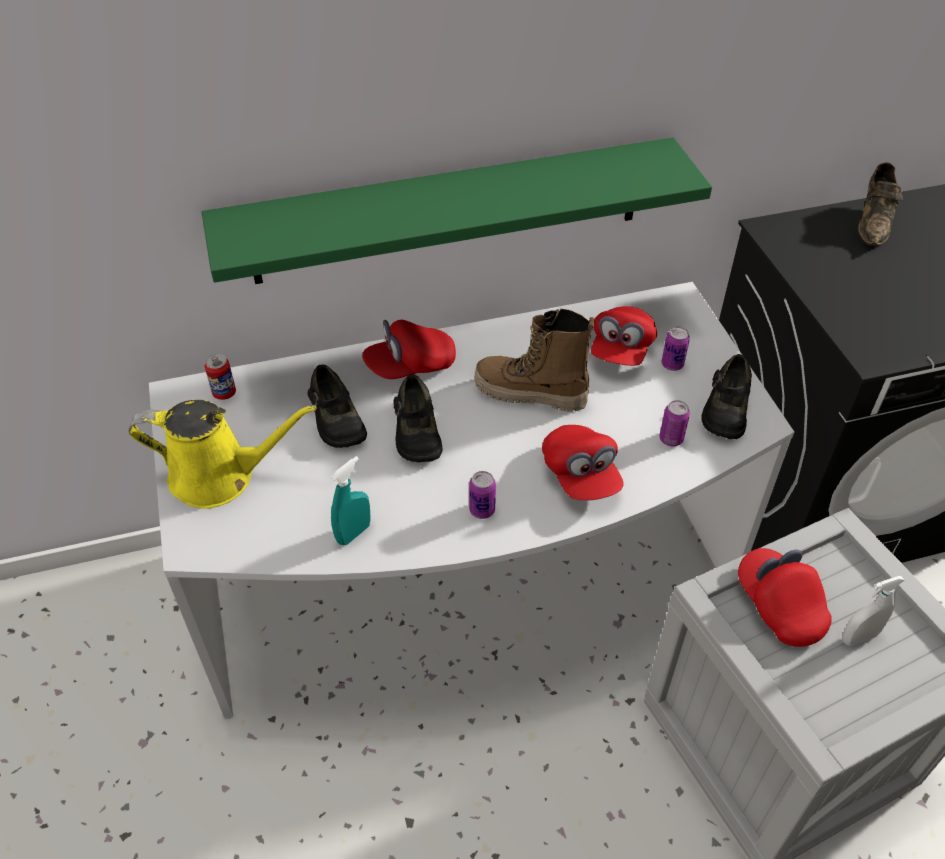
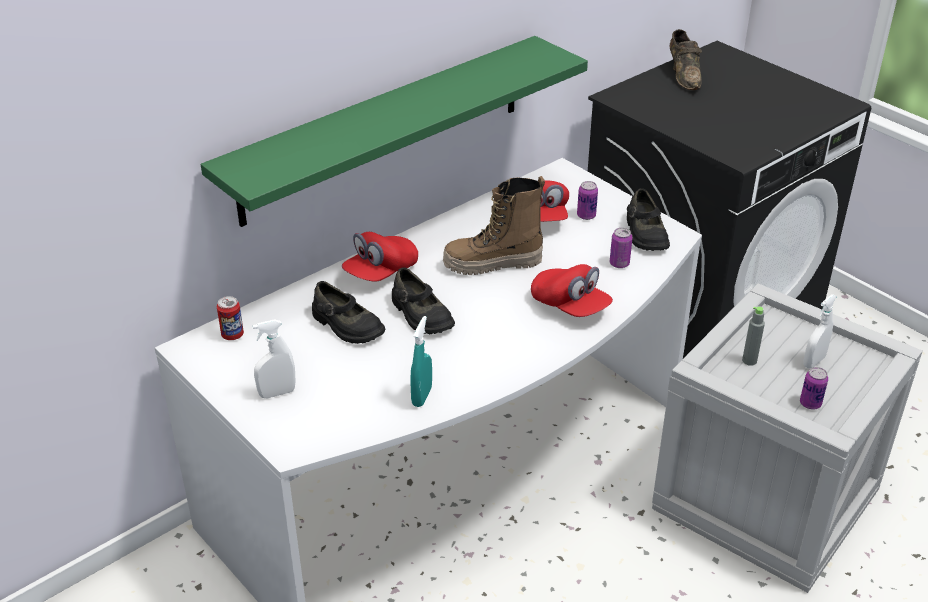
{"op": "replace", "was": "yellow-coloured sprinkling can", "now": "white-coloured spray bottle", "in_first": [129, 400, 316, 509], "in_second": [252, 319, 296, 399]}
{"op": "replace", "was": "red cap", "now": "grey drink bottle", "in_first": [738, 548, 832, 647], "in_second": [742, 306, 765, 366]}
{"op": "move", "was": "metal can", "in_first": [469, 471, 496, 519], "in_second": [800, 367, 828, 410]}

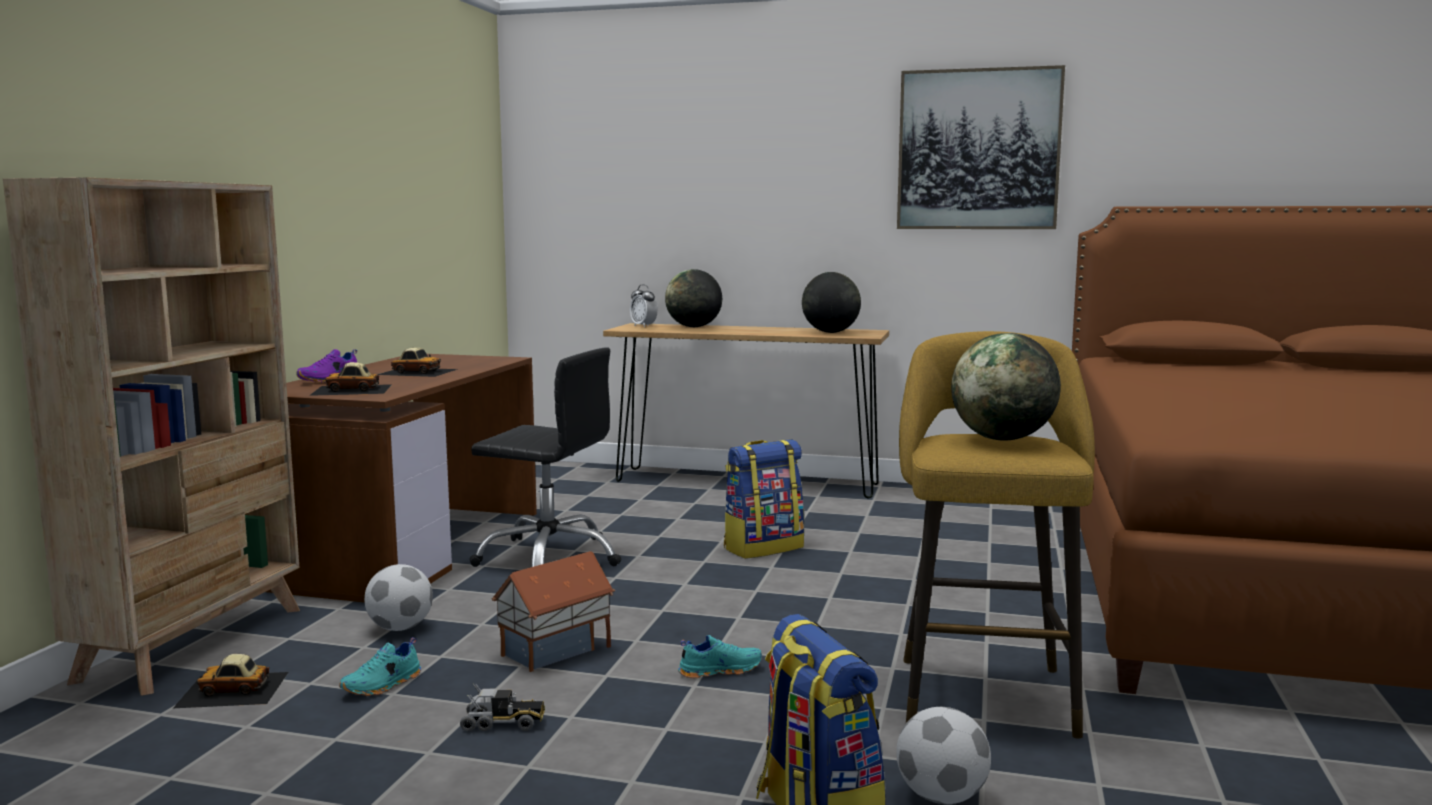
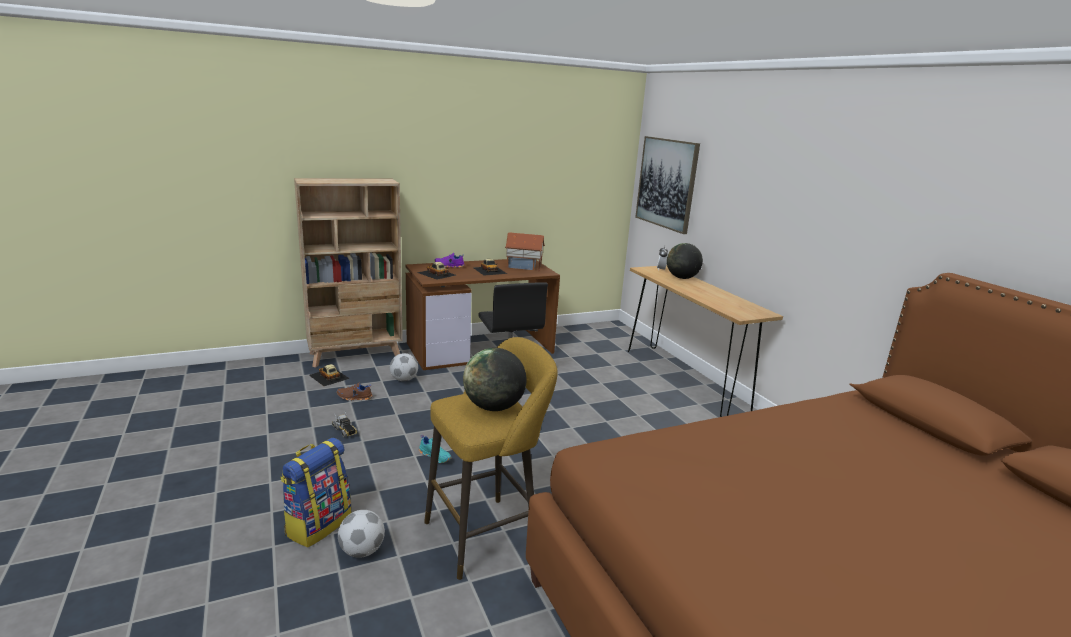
{"op": "recolor", "was": "turquoise shoe", "now": "brown-coloured shoe", "in_first": [339, 637, 421, 696], "in_second": [337, 383, 373, 400]}
{"op": "move", "was": "miniature house", "in_first": [491, 551, 615, 672], "in_second": [505, 232, 545, 271]}
{"op": "move", "was": "wall art", "in_first": [897, 65, 1065, 229], "in_second": [635, 136, 700, 234]}
{"op": "delete", "was": "backpack", "in_first": [724, 440, 804, 559]}
{"op": "delete", "was": "world globe", "in_first": [802, 272, 861, 333]}

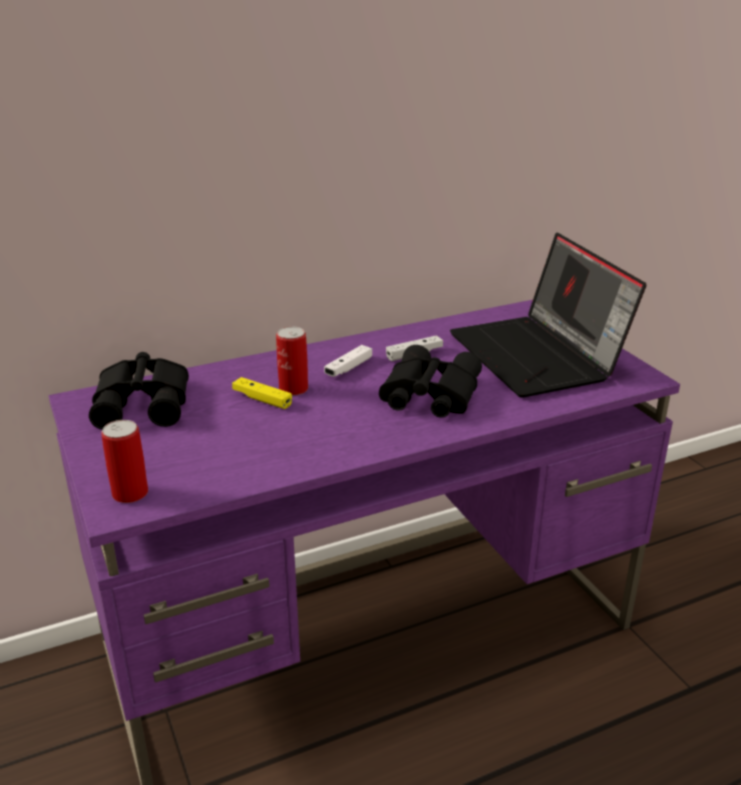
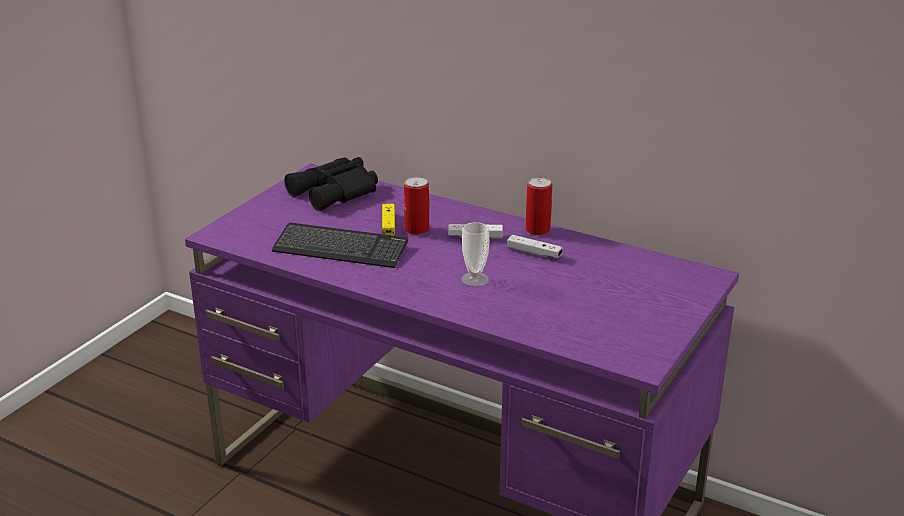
{"op": "insert", "now": "keyboard", "in_second": [272, 223, 408, 268]}
{"op": "replace", "was": "blackish field glasses", "now": "small cup", "in_first": [379, 345, 482, 418], "in_second": [461, 222, 489, 287]}
{"op": "move", "was": "metal can", "in_first": [101, 420, 148, 503], "in_second": [526, 177, 552, 236]}
{"op": "delete", "was": "notebook computer", "in_first": [450, 232, 646, 398]}

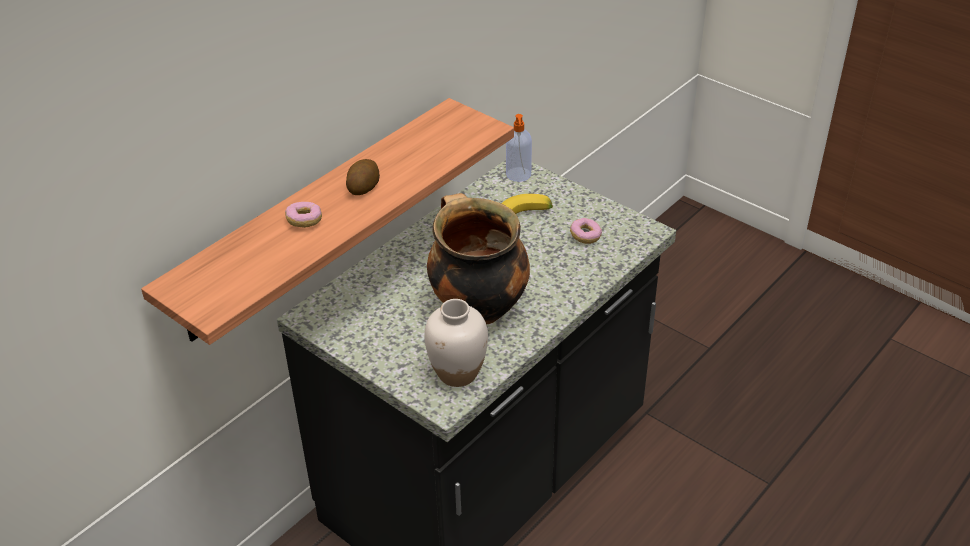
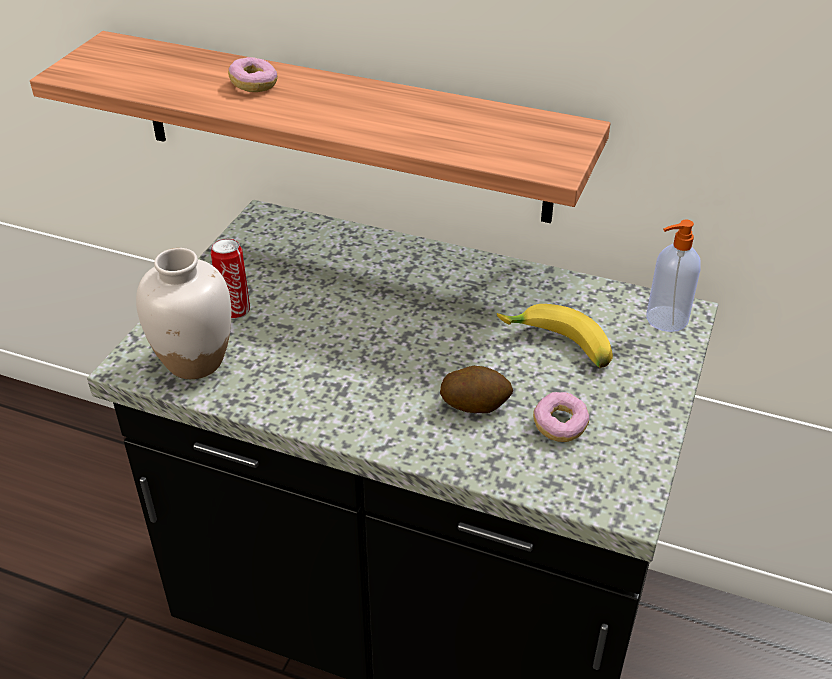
{"op": "insert", "now": "metal can", "in_second": [211, 238, 250, 319]}
{"op": "move", "was": "potato", "in_first": [346, 159, 380, 195], "in_second": [440, 366, 513, 413]}
{"op": "delete", "was": "saucepot", "in_first": [427, 193, 530, 324]}

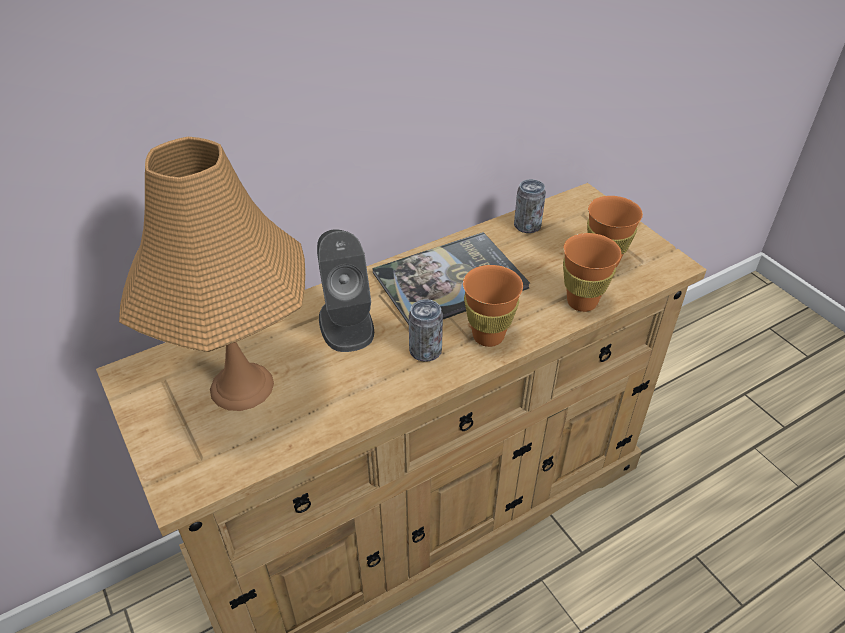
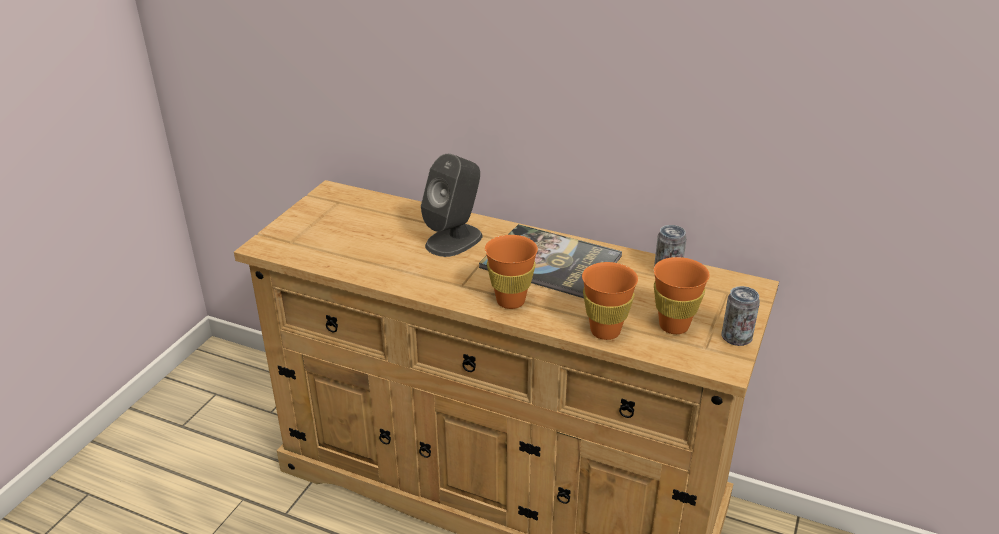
{"op": "move", "was": "metal can", "in_first": [409, 299, 443, 362], "in_second": [721, 286, 760, 346]}
{"op": "delete", "was": "orange-coloured tabletop lamp", "in_first": [119, 137, 305, 411]}

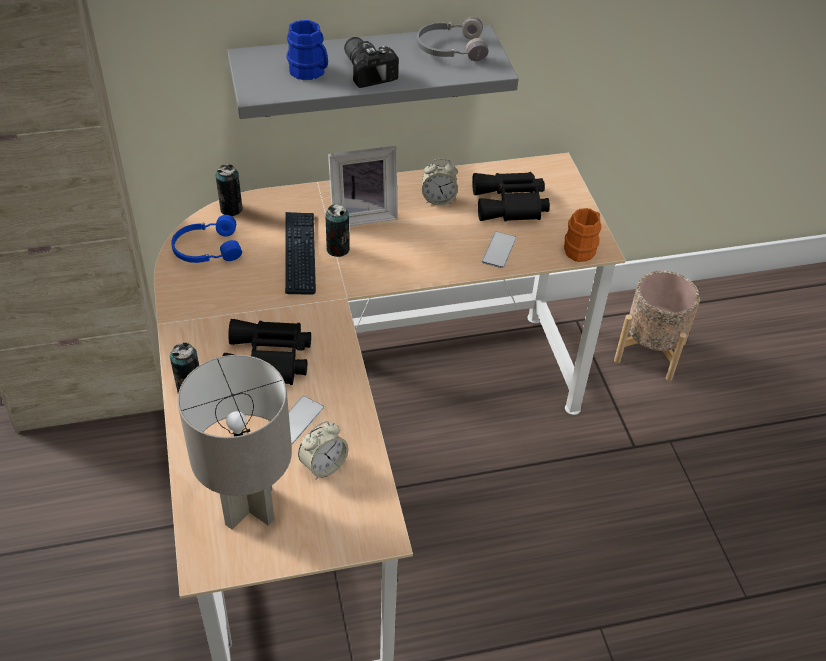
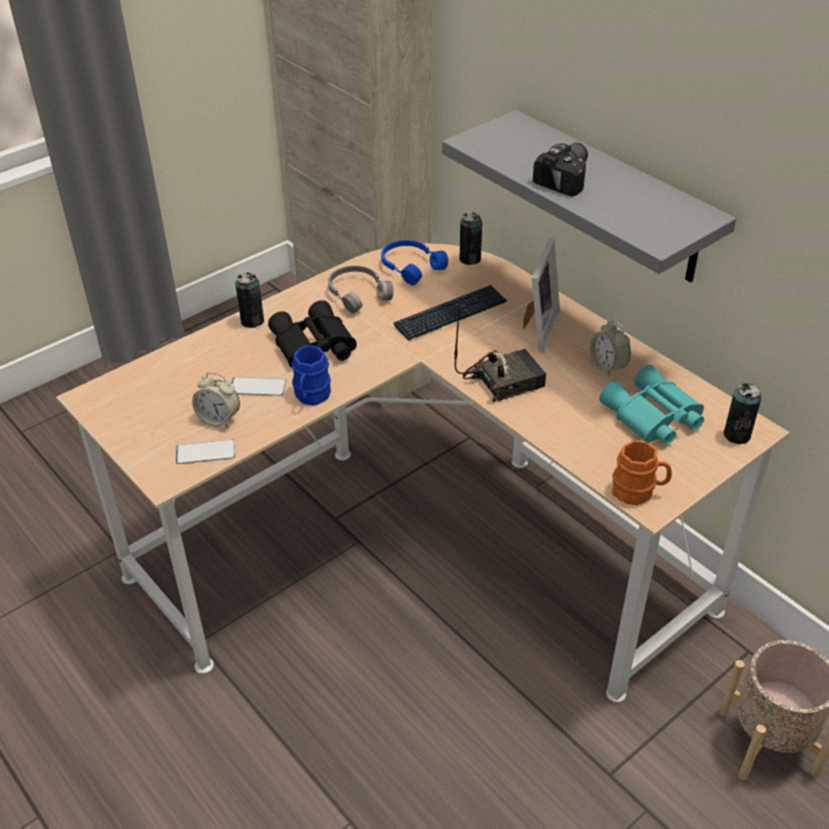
{"op": "move", "was": "telephone", "in_first": [482, 232, 516, 268], "in_second": [176, 439, 235, 464]}
{"op": "move", "was": "blue-coloured mug", "in_first": [286, 20, 328, 80], "in_second": [292, 345, 331, 406]}
{"op": "move", "was": "grey headphones", "in_first": [417, 17, 489, 61], "in_second": [328, 266, 394, 314]}
{"op": "insert", "now": "radio set", "in_second": [454, 300, 546, 402]}
{"op": "rotate", "was": "picture frame", "in_first": [328, 146, 397, 226], "in_second": [523, 239, 560, 353], "clockwise": -120}
{"op": "recolor", "was": "blackish field glasses", "now": "turquoise field glasses", "in_first": [472, 172, 550, 221], "in_second": [599, 365, 704, 445]}
{"op": "move", "was": "metal can", "in_first": [325, 204, 349, 257], "in_second": [723, 383, 761, 444]}
{"op": "delete", "was": "grey tabletop lamp", "in_first": [178, 355, 292, 530]}

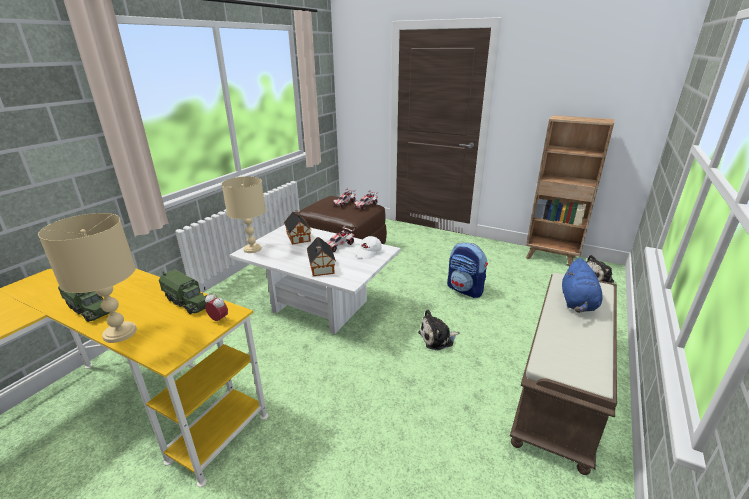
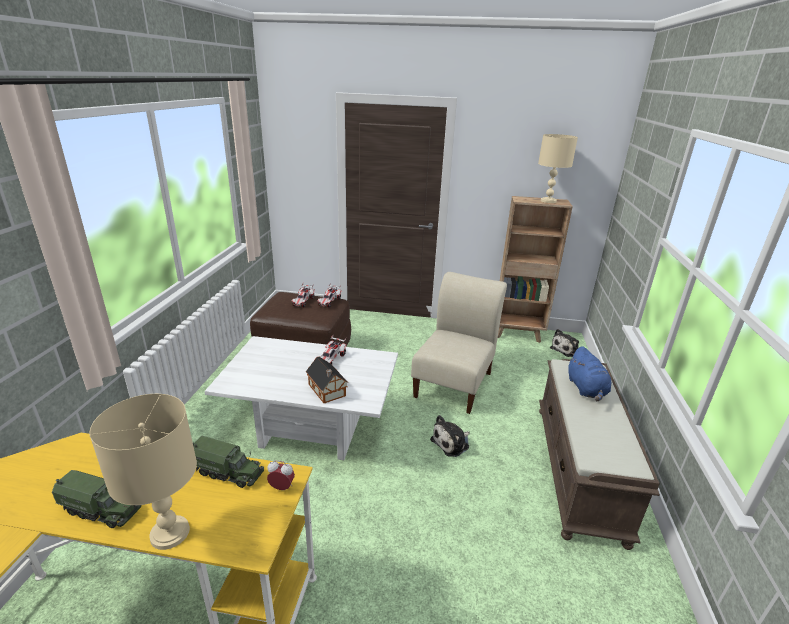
{"op": "replace", "was": "backpack", "now": "sand-coloured upright chair", "in_first": [447, 243, 488, 298], "in_second": [411, 272, 507, 414]}
{"op": "move", "was": "sand-coloured tabletop lamp", "in_first": [222, 176, 266, 253], "in_second": [538, 134, 578, 203]}
{"op": "delete", "was": "miniature house", "in_first": [284, 210, 311, 245]}
{"op": "delete", "was": "white-coloured cap", "in_first": [355, 236, 382, 259]}

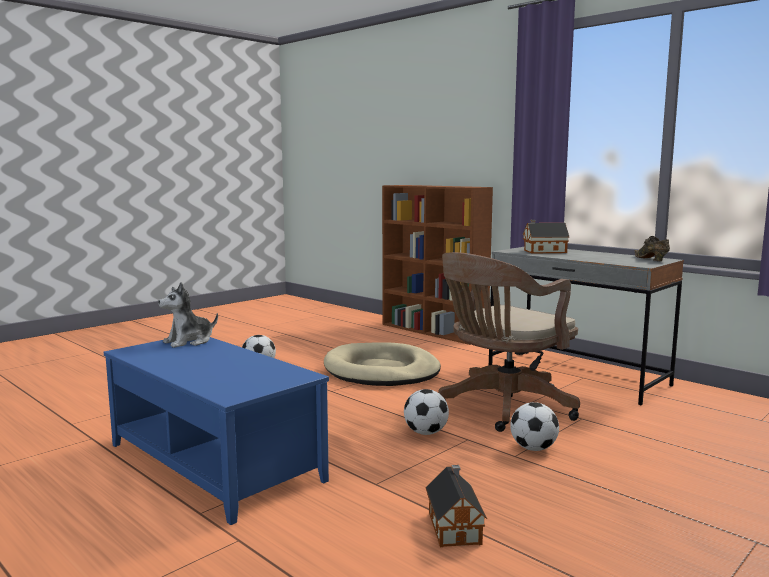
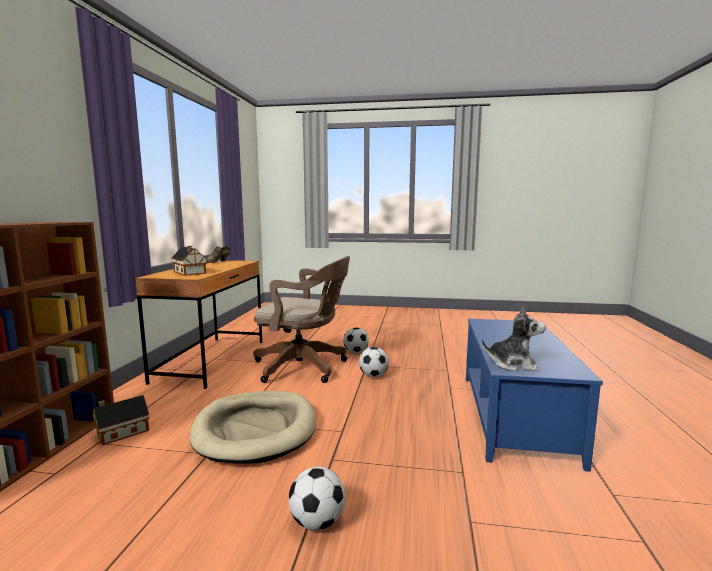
{"op": "move", "was": "miniature house", "in_first": [426, 465, 487, 547], "in_second": [92, 395, 149, 445]}
{"op": "recolor", "was": "grey desk unit", "now": "brown-coloured desk unit", "in_first": [489, 247, 684, 405], "in_second": [135, 260, 262, 389]}

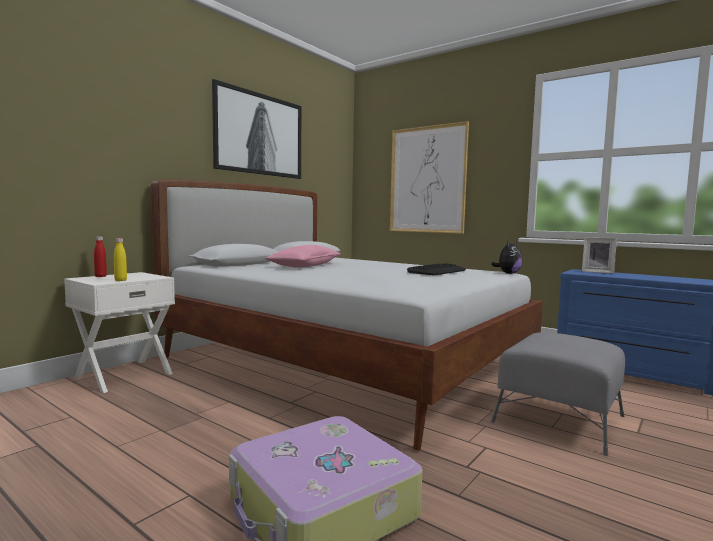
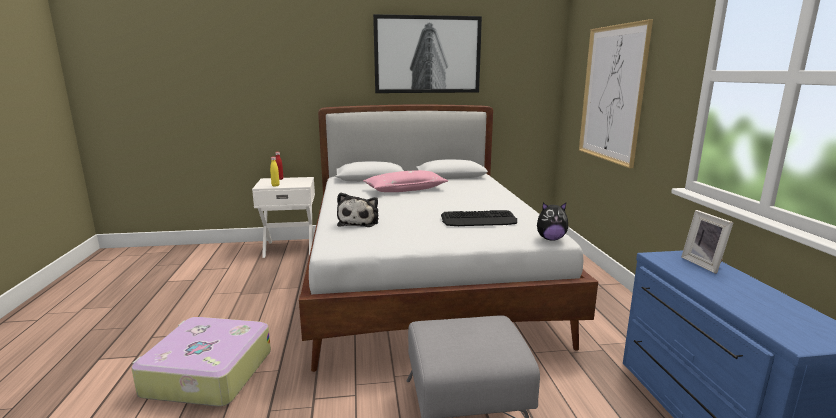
{"op": "insert", "now": "soft toy", "in_second": [337, 192, 379, 227]}

